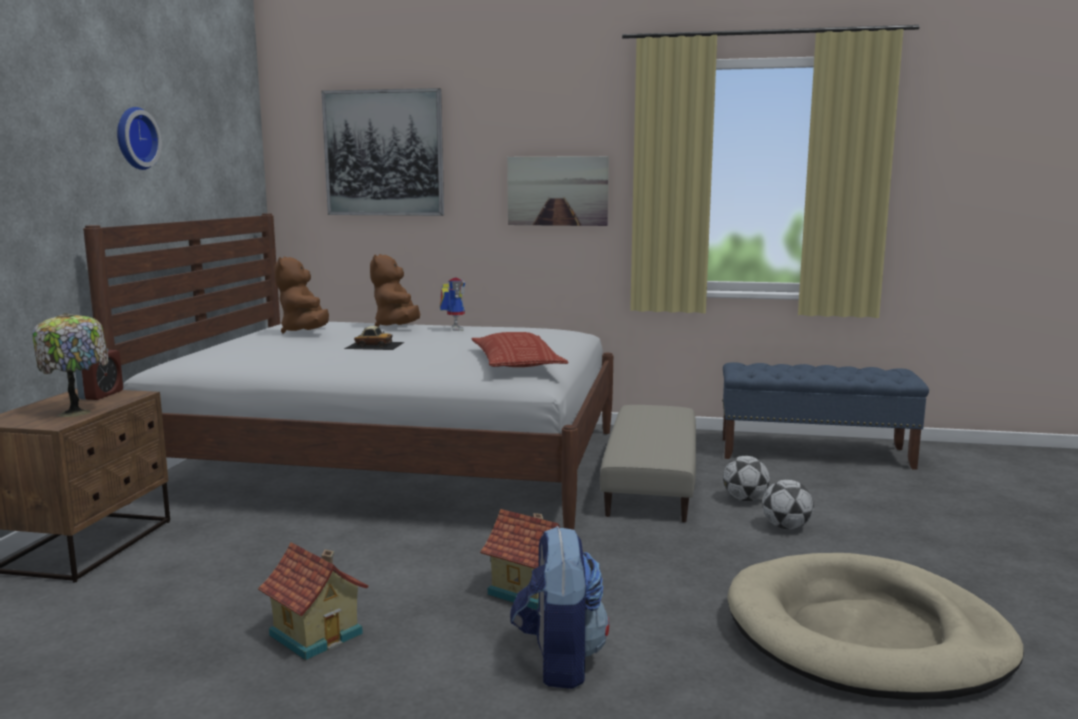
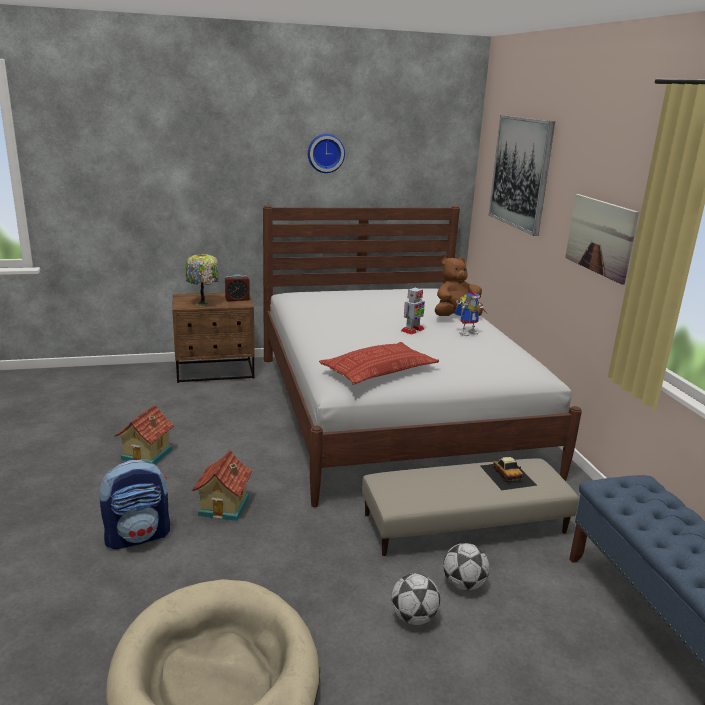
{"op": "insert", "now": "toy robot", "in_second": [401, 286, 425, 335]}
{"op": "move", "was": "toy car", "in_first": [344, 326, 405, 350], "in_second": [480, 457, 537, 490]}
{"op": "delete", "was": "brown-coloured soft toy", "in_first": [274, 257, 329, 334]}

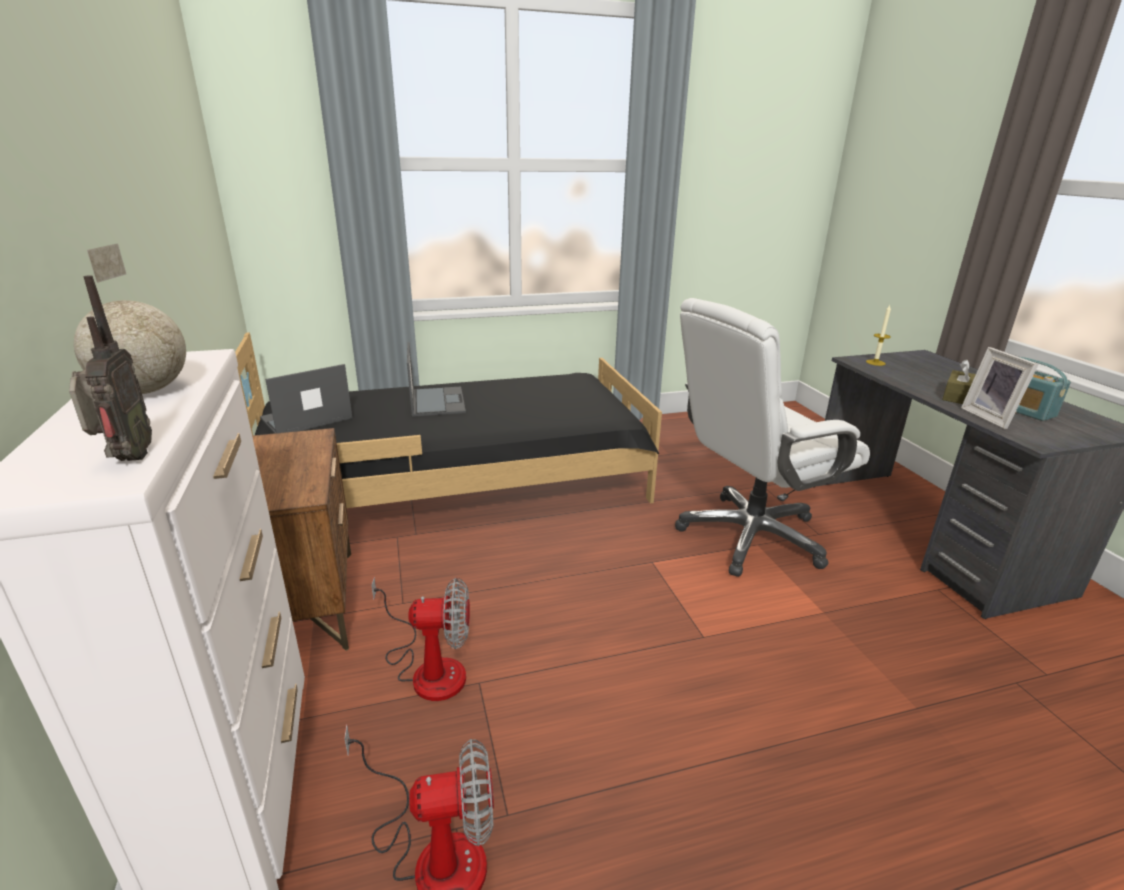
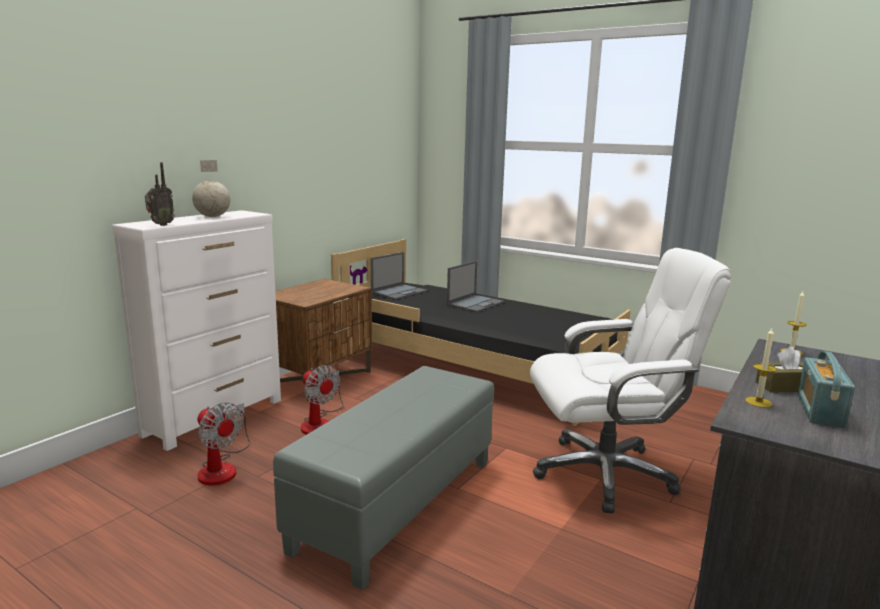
{"op": "insert", "now": "grey pouffe", "in_second": [273, 366, 494, 590]}
{"op": "rotate", "was": "notebook computer", "in_first": [260, 364, 353, 433], "in_second": [371, 252, 427, 300], "clockwise": 120}
{"op": "rotate", "was": "white-coloured desk chair", "in_first": [675, 298, 870, 577], "in_second": [530, 248, 732, 514], "clockwise": 150}
{"op": "replace", "was": "picture frame", "now": "wax light", "in_first": [961, 347, 1039, 429], "in_second": [745, 328, 777, 408]}

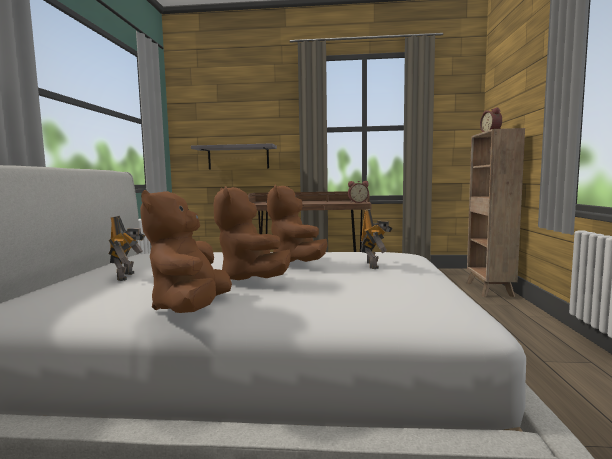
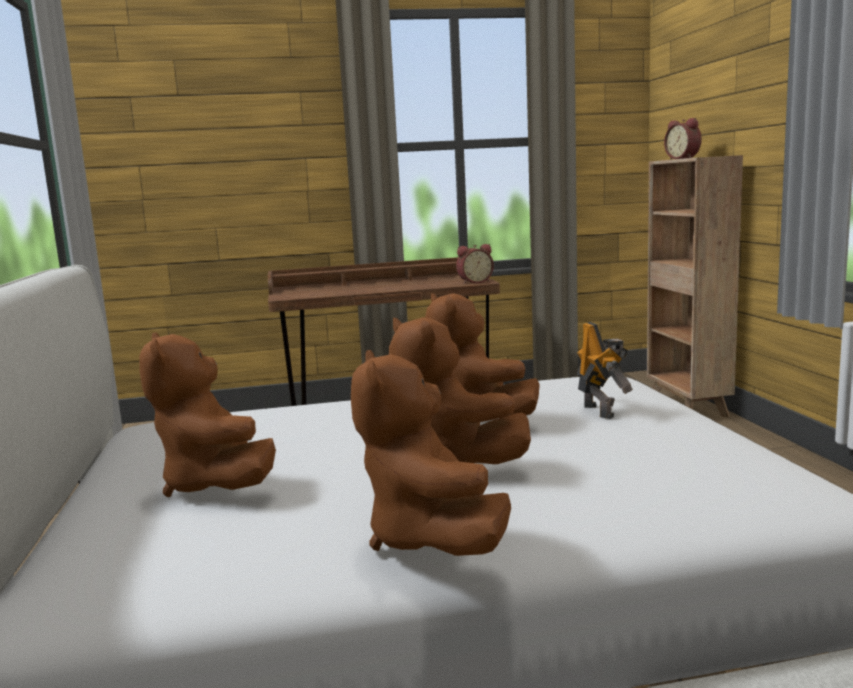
{"op": "replace", "was": "toy robot", "now": "brown-coloured soft toy", "in_first": [108, 216, 145, 281], "in_second": [139, 332, 276, 497]}
{"op": "delete", "was": "grey wall shelf", "in_first": [191, 143, 277, 170]}

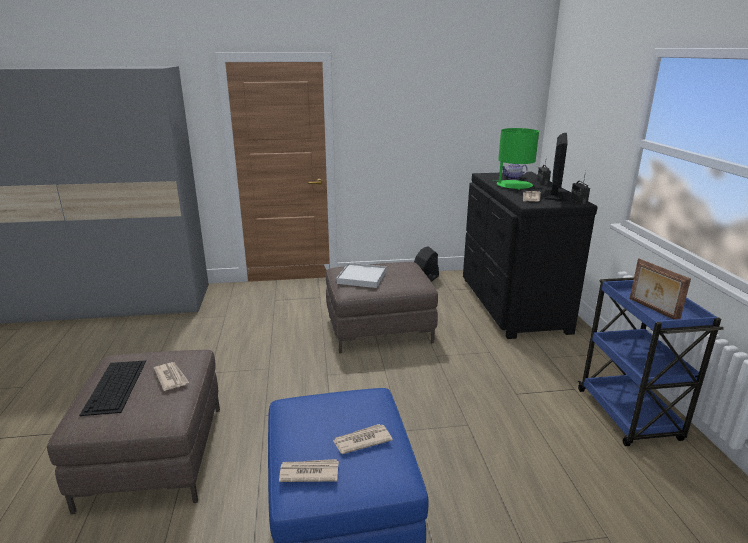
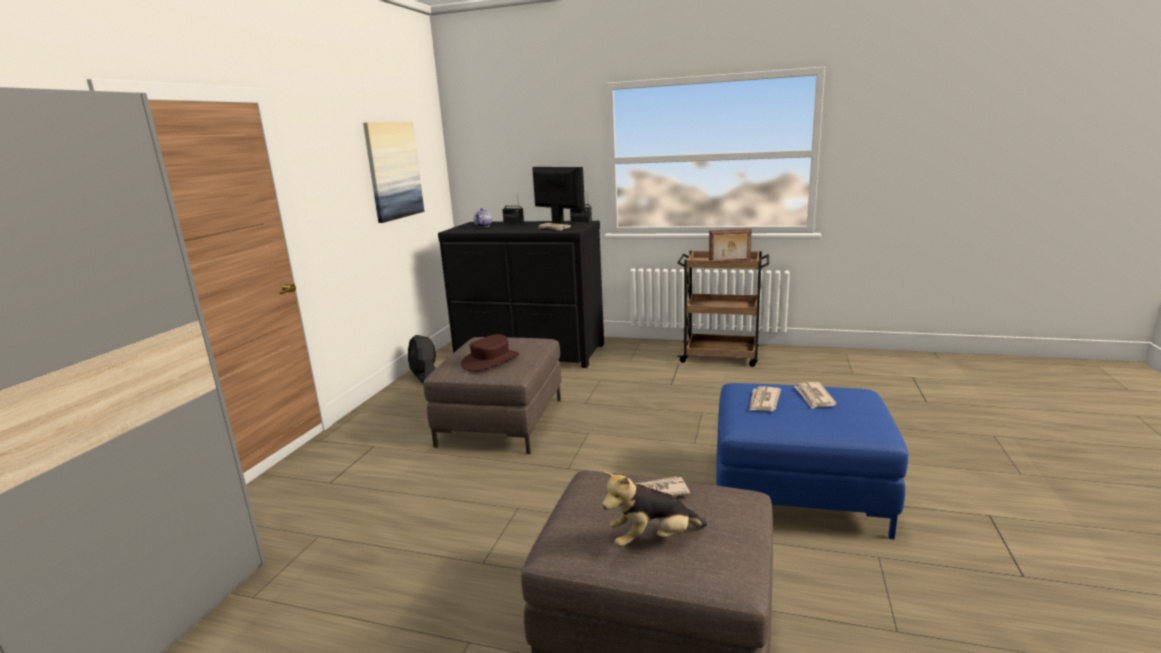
{"op": "insert", "now": "wall art", "in_second": [363, 122, 424, 223]}
{"op": "replace", "was": "white-coloured serving tray", "now": "brown-coloured clothing hat", "in_first": [337, 263, 386, 288], "in_second": [461, 334, 519, 372]}
{"op": "replace", "was": "keyboard", "now": "soft toy", "in_first": [79, 360, 146, 416], "in_second": [602, 471, 708, 547]}
{"op": "recolor", "was": "blue-coloured wheeled cart", "now": "brown-coloured wheeled cart", "in_first": [578, 277, 724, 446], "in_second": [677, 251, 769, 367]}
{"op": "move", "was": "printed paper", "in_first": [279, 459, 339, 482], "in_second": [749, 386, 781, 411]}
{"op": "delete", "was": "green tabletop lamp", "in_first": [492, 128, 539, 190]}

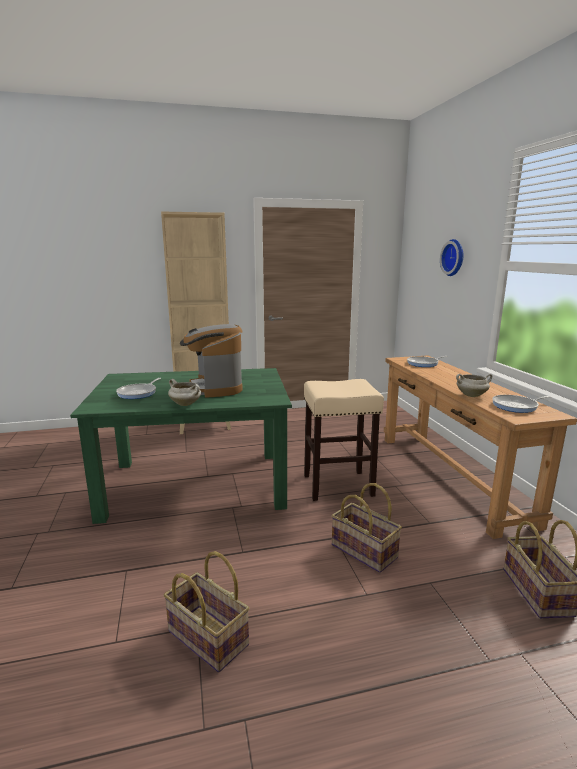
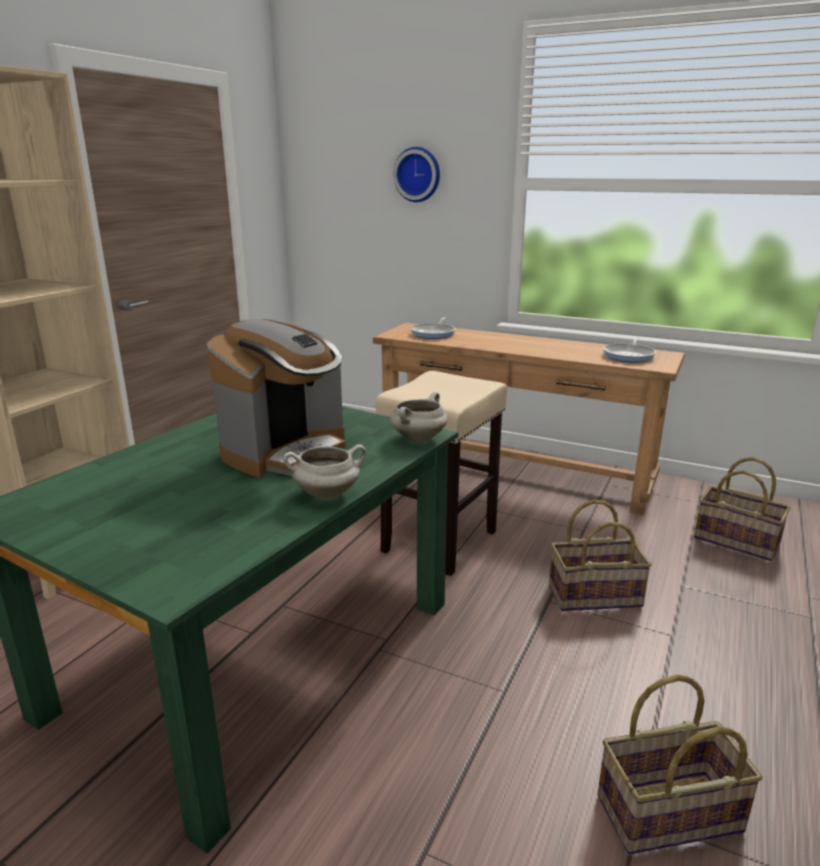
{"op": "rotate", "was": "coffee machine", "in_first": [180, 324, 243, 398], "in_second": [207, 319, 346, 478], "clockwise": -75}
{"op": "move", "was": "white-coloured saucepot", "in_first": [456, 373, 492, 397], "in_second": [390, 392, 447, 442]}
{"op": "delete", "was": "skillet", "in_first": [116, 378, 161, 399]}

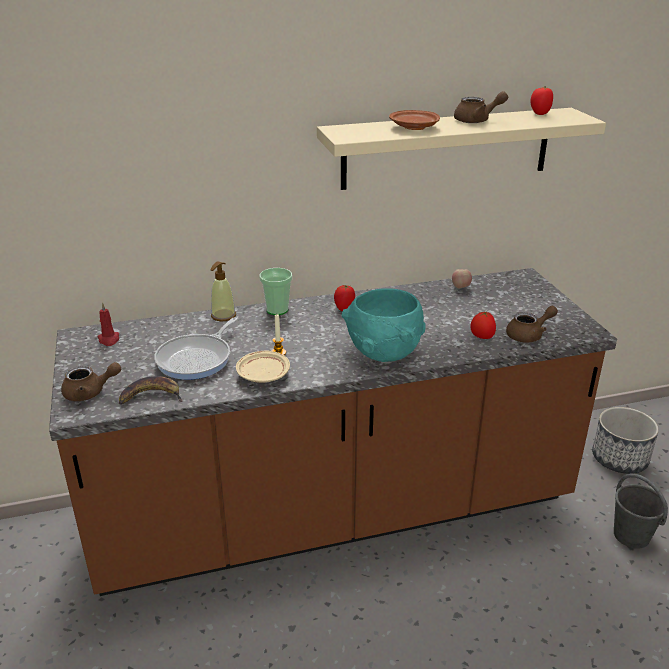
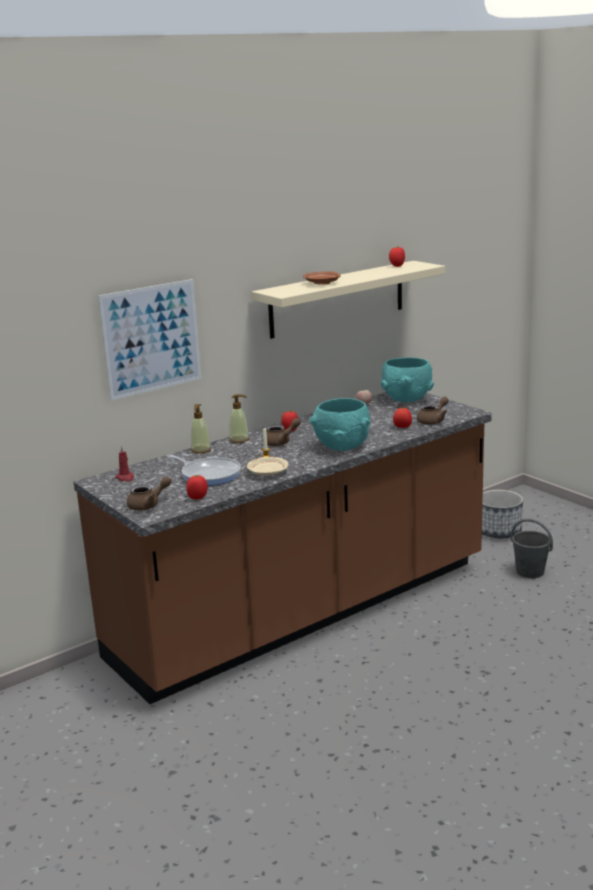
{"op": "insert", "now": "wall art", "in_second": [98, 279, 202, 401]}
{"op": "rotate", "was": "skillet", "in_first": [154, 318, 237, 380], "in_second": [167, 454, 241, 486], "clockwise": -60}
{"op": "replace", "was": "banana fruit", "now": "fresh tomato", "in_first": [119, 376, 183, 405], "in_second": [186, 475, 208, 500]}
{"op": "replace", "was": "small cup", "now": "soap dispenser", "in_first": [259, 268, 292, 315], "in_second": [229, 394, 249, 443]}
{"op": "move", "was": "brown-coloured pot for tea", "in_first": [454, 91, 508, 123], "in_second": [266, 418, 301, 446]}
{"op": "insert", "now": "turquoise deep dish", "in_second": [381, 358, 434, 402]}

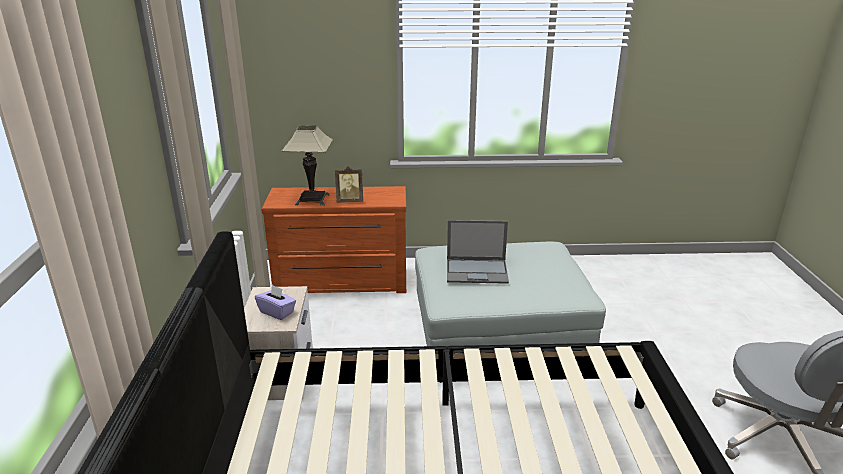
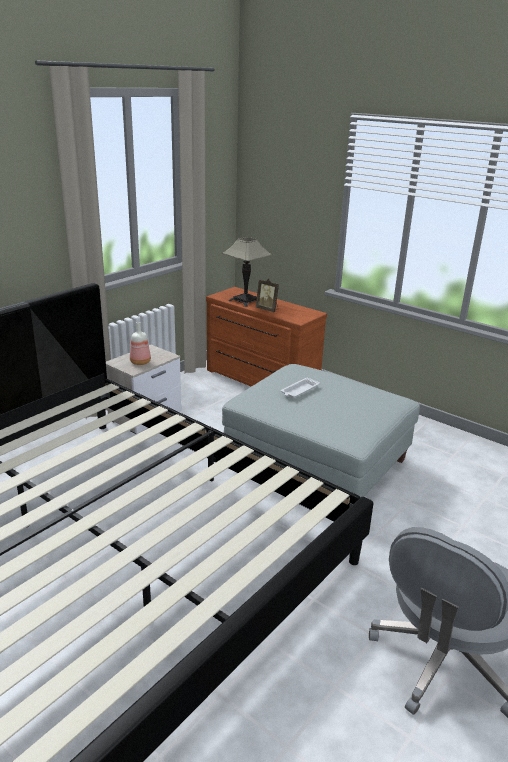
{"op": "replace", "was": "purple box of tissues", "now": "drink bottle", "in_first": [255, 285, 296, 320], "in_second": [130, 322, 151, 365]}
{"op": "replace", "was": "notebook computer", "now": "white-coloured serving tray", "in_first": [447, 220, 509, 284], "in_second": [281, 377, 320, 398]}

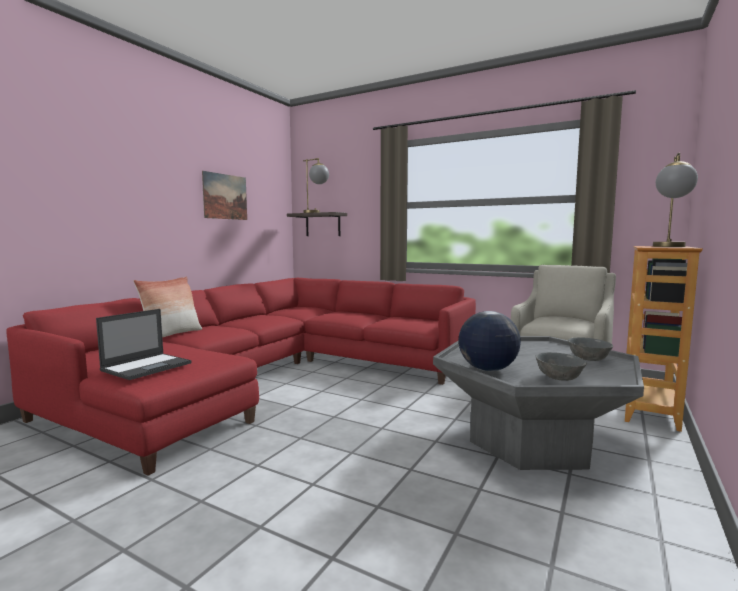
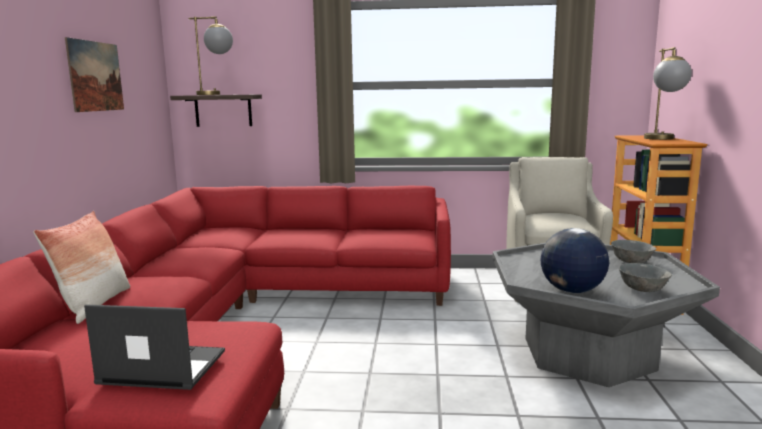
{"op": "rotate", "was": "notebook computer", "in_first": [96, 309, 192, 380], "in_second": [84, 304, 225, 390], "clockwise": -90}

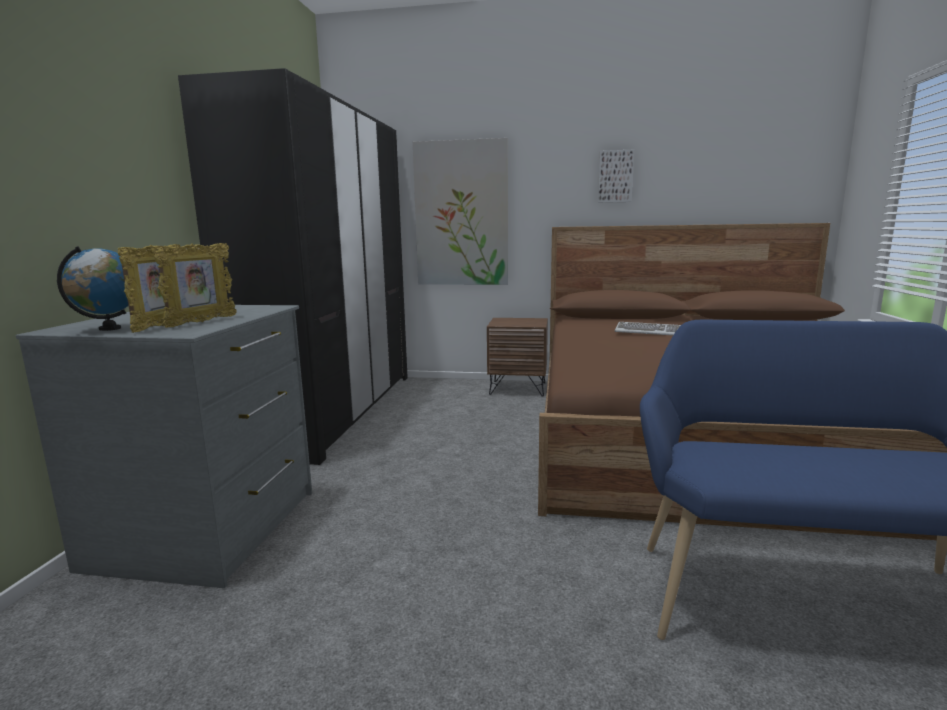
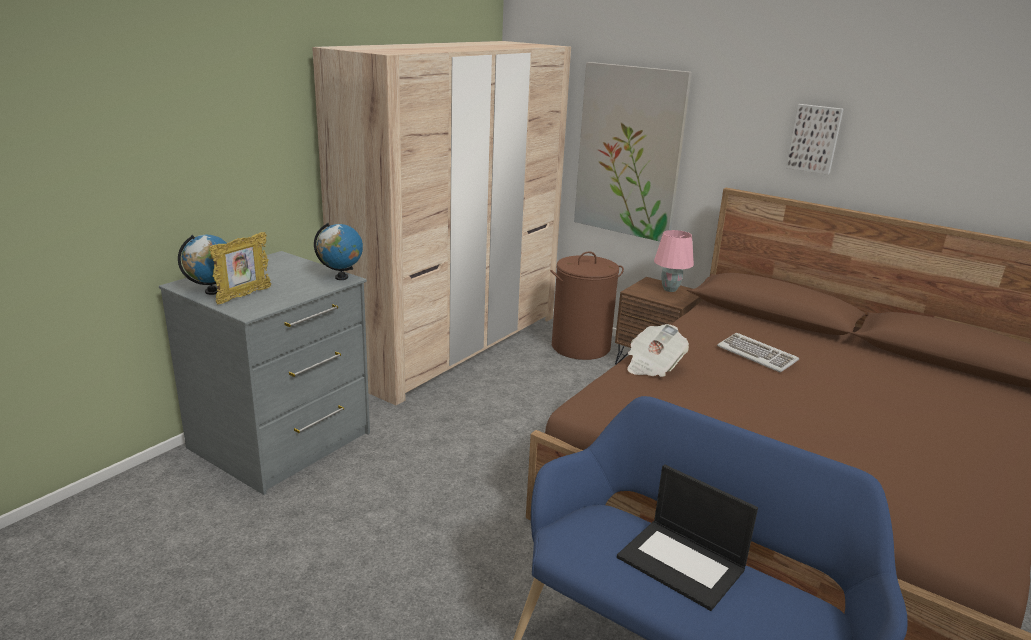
{"op": "recolor", "was": "blackish armoire", "now": "sand-coloured armoire", "in_first": [178, 68, 408, 465], "in_second": [312, 41, 571, 405]}
{"op": "insert", "now": "world globe", "in_second": [314, 223, 363, 280]}
{"op": "insert", "now": "brown-coloured washing basket", "in_second": [550, 251, 624, 360]}
{"op": "insert", "now": "notebook computer", "in_second": [617, 464, 758, 611]}
{"op": "insert", "now": "printed paper", "in_second": [627, 324, 689, 377]}
{"op": "insert", "now": "pink tabletop lamp", "in_second": [654, 230, 694, 292]}
{"op": "delete", "was": "picture frame", "in_first": [152, 243, 236, 328]}

